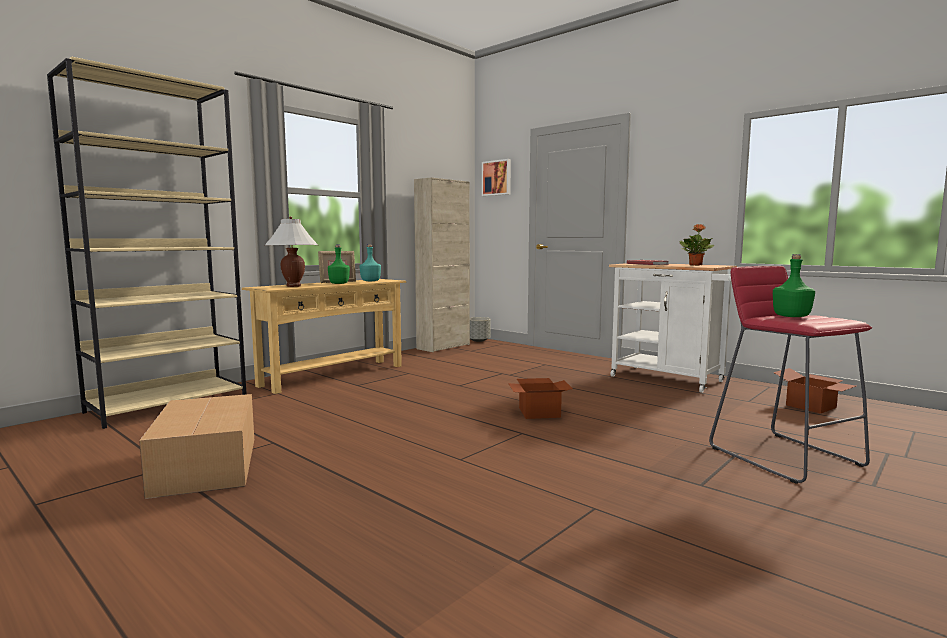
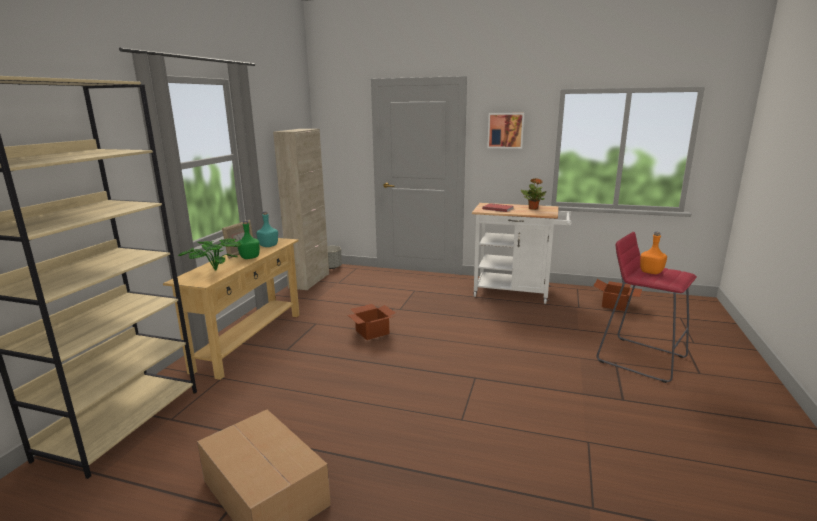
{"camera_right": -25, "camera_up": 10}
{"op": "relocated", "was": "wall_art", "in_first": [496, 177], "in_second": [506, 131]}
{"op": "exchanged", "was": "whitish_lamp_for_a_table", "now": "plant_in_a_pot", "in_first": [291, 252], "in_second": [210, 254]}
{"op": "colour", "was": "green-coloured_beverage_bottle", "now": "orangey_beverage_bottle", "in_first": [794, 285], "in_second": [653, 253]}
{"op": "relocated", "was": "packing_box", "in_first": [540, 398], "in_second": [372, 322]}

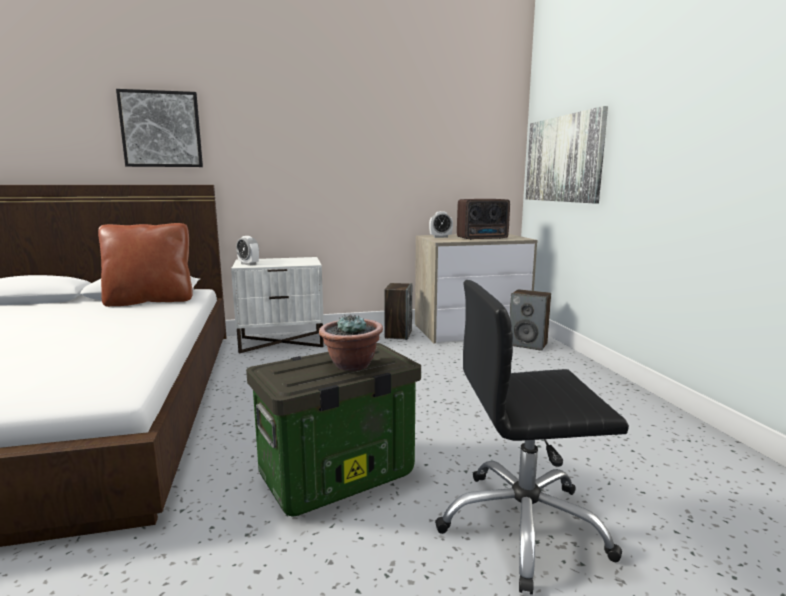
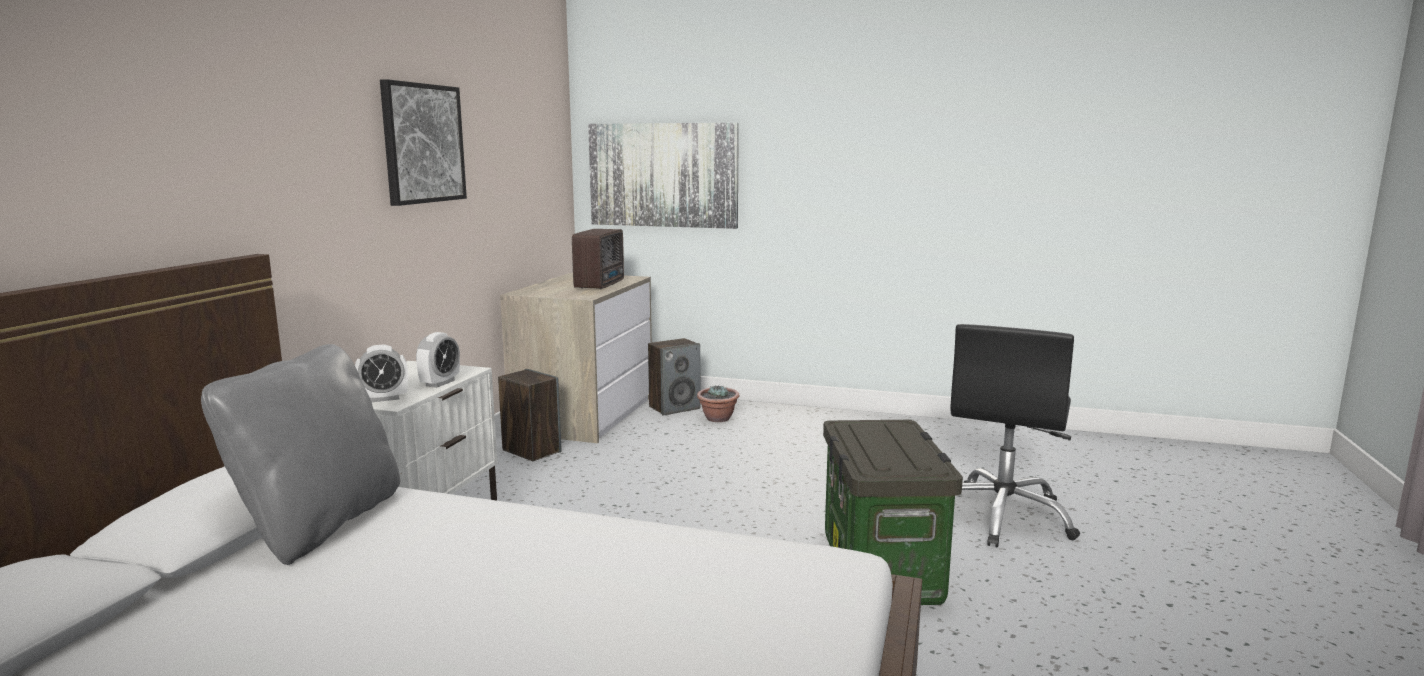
{"camera_right": -60, "camera_up": 0}
{"op": "relocated", "was": "wall_art", "in_first": [159, 128], "in_second": [423, 142]}
{"op": "relocated", "was": "bedside_clock", "in_first": [441, 224], "in_second": [438, 360]}
{"op": "colour", "was": "brown_cushion", "now": "greyish_cushion", "in_first": [145, 265], "in_second": [300, 454]}
{"op": "relocated", "was": "plant_in_a_pot", "in_first": [351, 342], "in_second": [718, 403]}

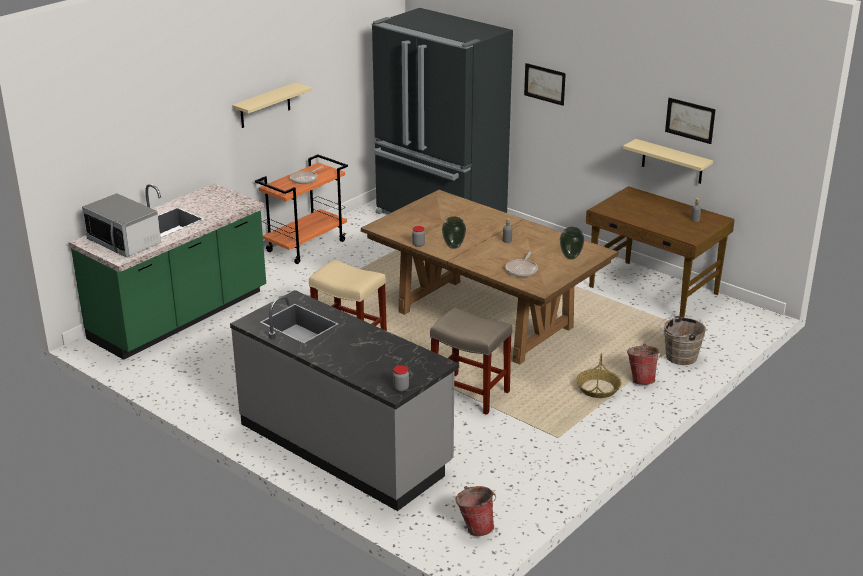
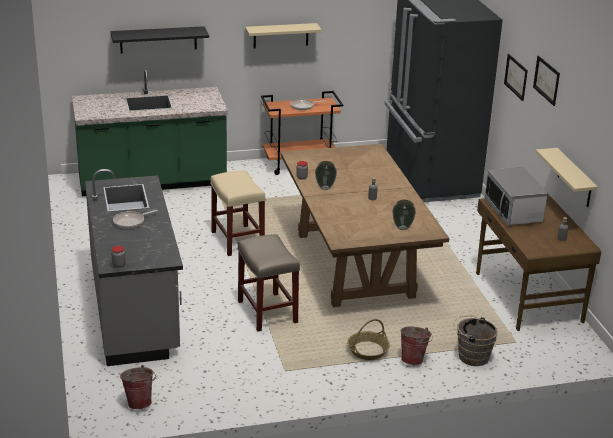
{"camera_right": 35, "camera_up": 0}
{"op": "relocated", "was": "wall_art", "in_first": [690, 121], "in_second": [546, 81]}
{"op": "relocated", "was": "microwave", "in_first": [121, 225], "in_second": [516, 196]}
{"op": "relocated", "was": "frying_pan", "in_first": [521, 264], "in_second": [135, 219]}
{"op": "appeared", "now": "black-coloured_wall_shelf", "in_second": [159, 39]}

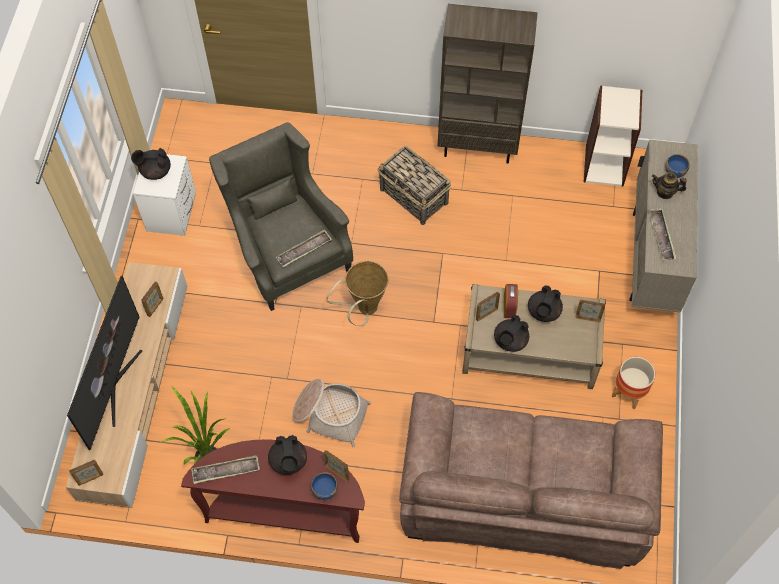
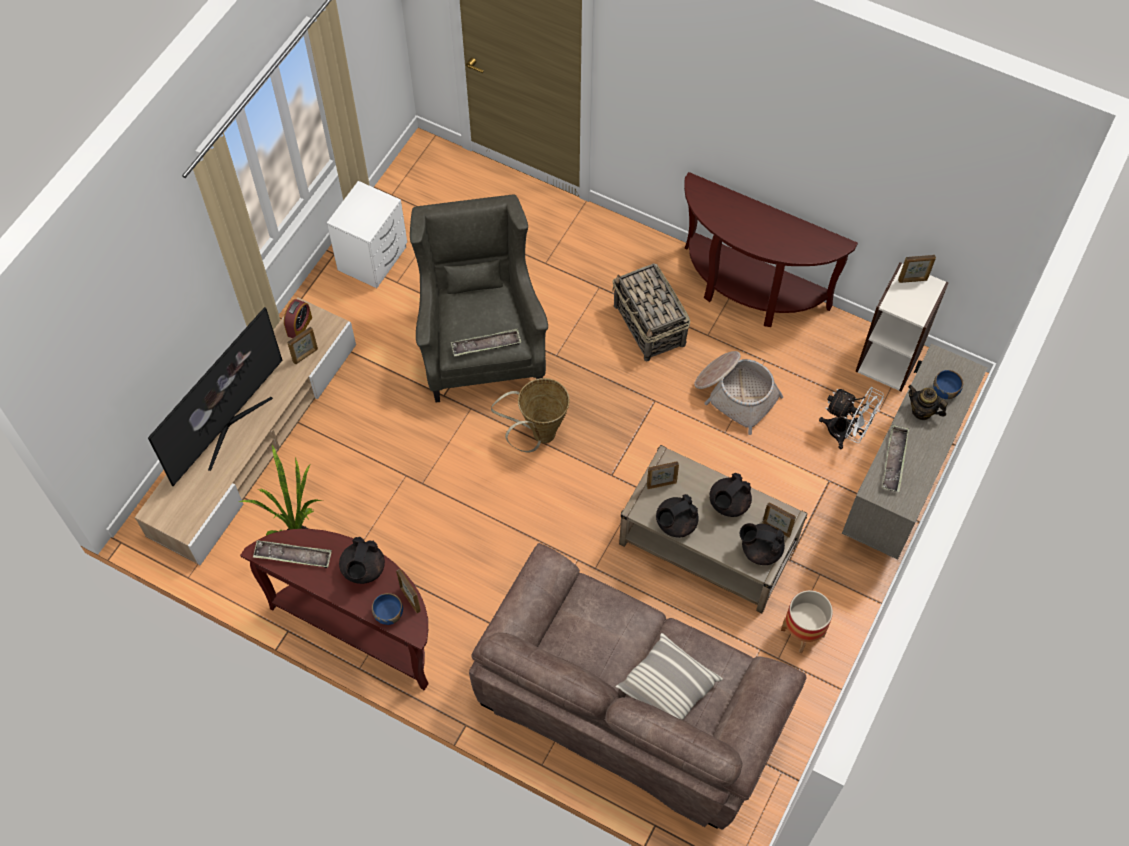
{"camera_right": 20, "camera_up": 0}
{"op": "exchanged", "was": "brown_shelving_unit", "now": "brown_console_table", "in_first": [488, 84], "in_second": [771, 249]}
{"op": "relocated", "was": "black-coloured_tea_pot", "in_first": [151, 164], "in_second": [762, 544]}
{"op": "relocated", "was": "bedside_clock", "in_first": [511, 301], "in_second": [298, 318]}
{"op": "relocated", "was": "storage_basket", "in_first": [331, 413], "in_second": [738, 393]}
{"op": "relocated", "was": "photo_frame", "in_first": [86, 472], "in_second": [917, 269]}
{"op": "appeared", "now": "whitish_electric_fan", "in_second": [851, 418]}
{"op": "appeared", "now": "cushion", "in_second": [669, 676]}

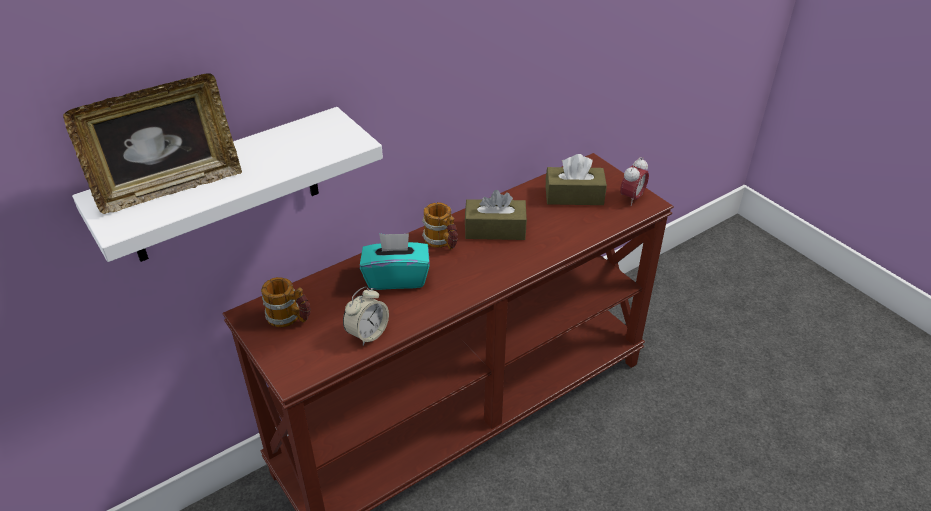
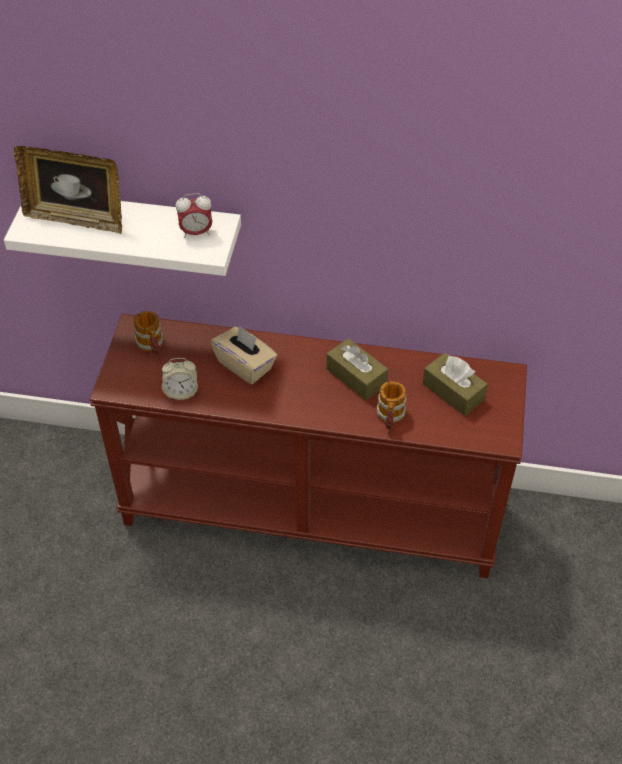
{"camera_right": 45, "camera_up": 10}
{"op": "relocated", "was": "bedside_clock", "in_first": [634, 181], "in_second": [194, 215]}
{"op": "relocated", "was": "tea_mug", "in_first": [440, 226], "in_second": [391, 405]}
{"op": "colour", "was": "turquoise_tissue_box", "now": "beige_tissue_box", "in_first": [395, 261], "in_second": [244, 355]}

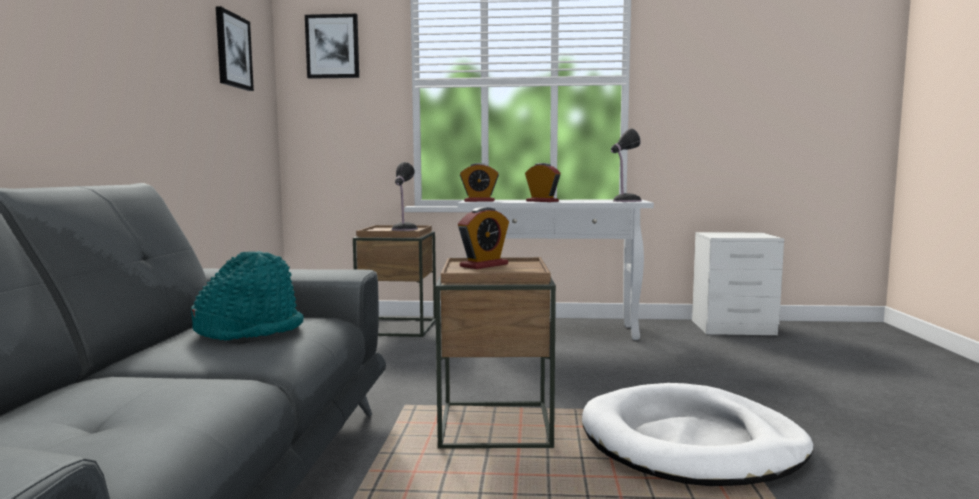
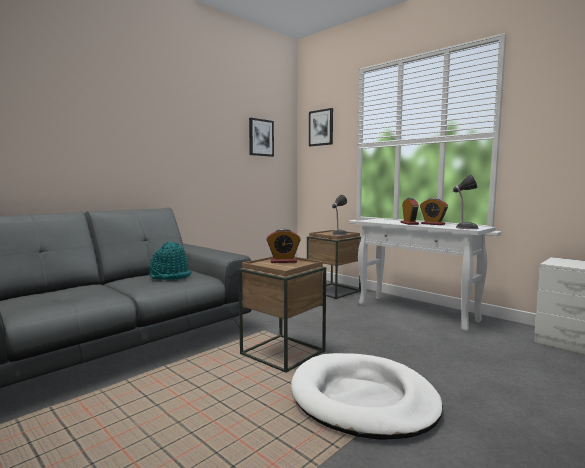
{"camera_right": 40, "camera_up": 0}
{"op": "relocated", "was": "bedside_clock", "in_first": [479, 182], "in_second": [434, 211]}

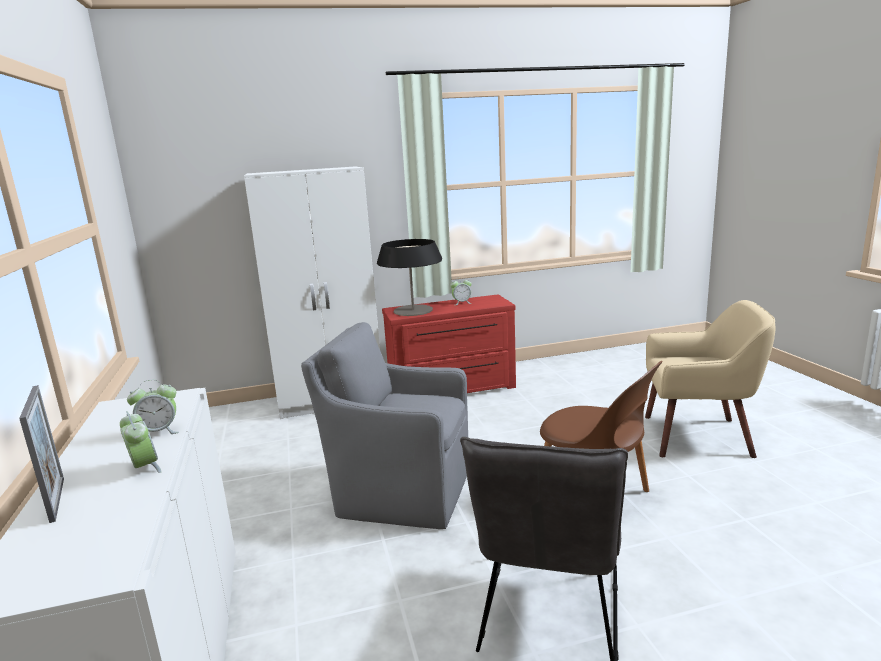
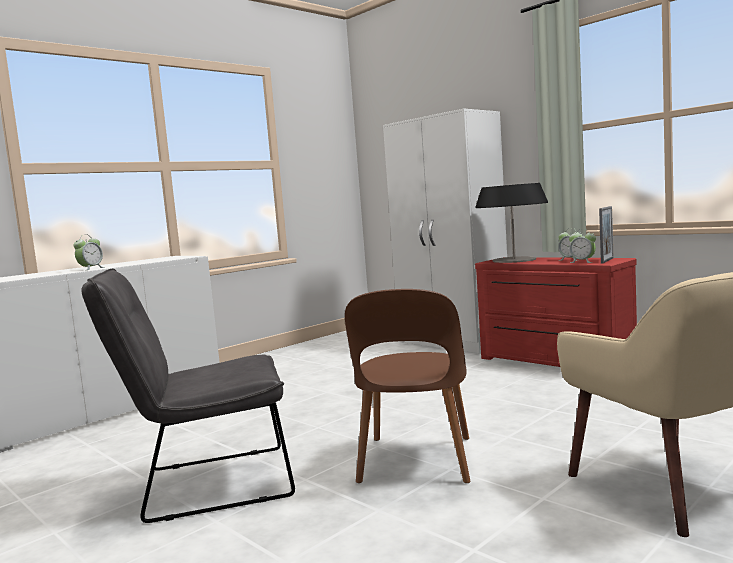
{"camera_right": 60, "camera_up": -10}
{"op": "missing", "was": "greyish_armchair", "in_first": [384, 425]}
{"op": "relocated", "was": "bedside_clock", "in_first": [153, 407], "in_second": [582, 246]}
{"op": "relocated", "was": "photo_frame", "in_first": [41, 454], "in_second": [606, 235]}

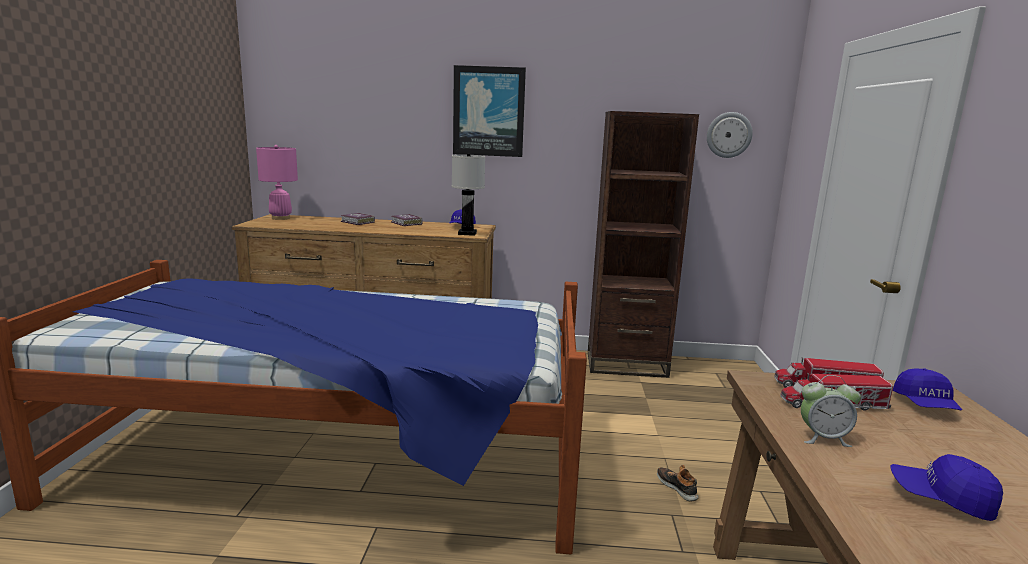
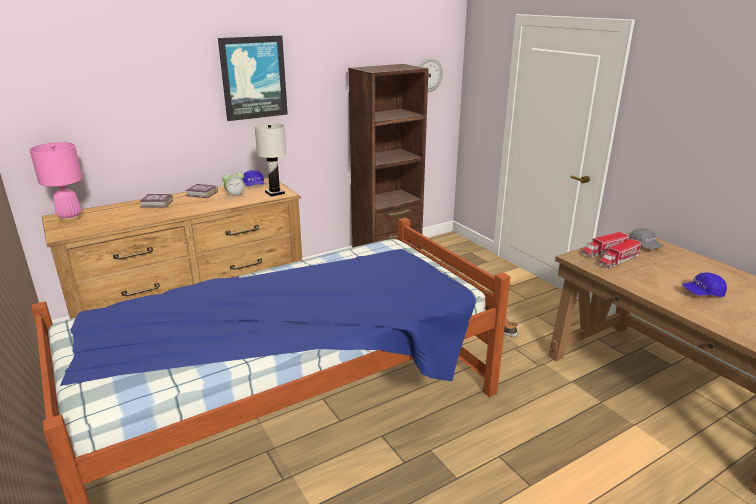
{"camera_right": -35, "camera_up": 10}
{"op": "colour", "was": "blue-coloured_cap", "now": "greyish_cap", "in_first": [927, 389], "in_second": [646, 238]}
{"op": "relocated", "was": "bedside_clock", "in_first": [831, 411], "in_second": [233, 184]}

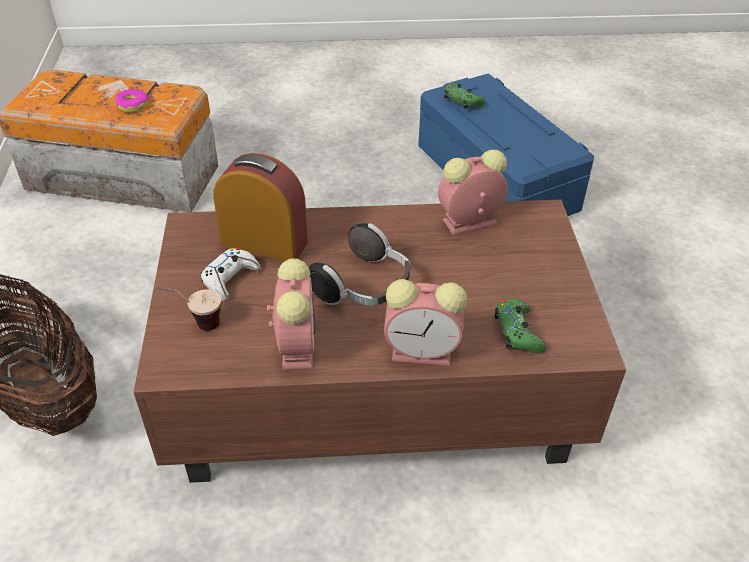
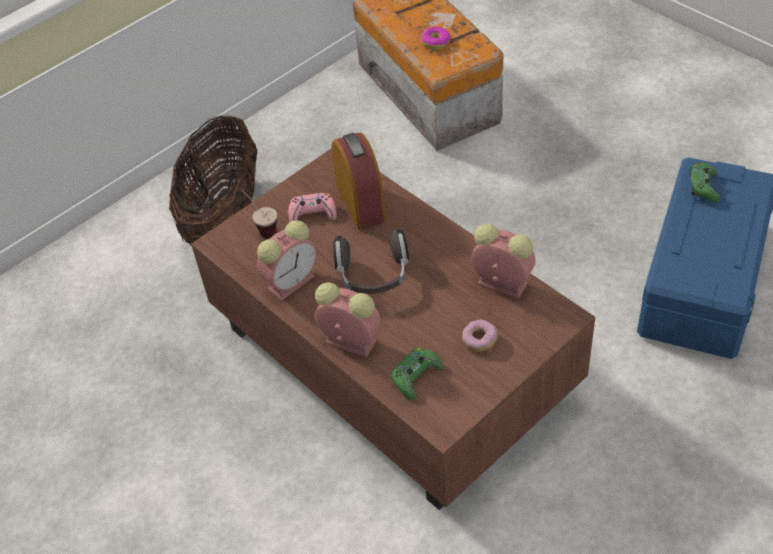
{"camera_right": 55, "camera_up": 5}
{"op": "colour", "was": "whitish_gamepad", "now": "pink_gamepad", "in_first": [230, 274], "in_second": [312, 207]}
{"op": "spun", "was": "bedside_clock", "in_first": [425, 322], "in_second": [347, 320], "clockwise": 150}
{"op": "appeared", "now": "doughnut", "in_second": [480, 336]}

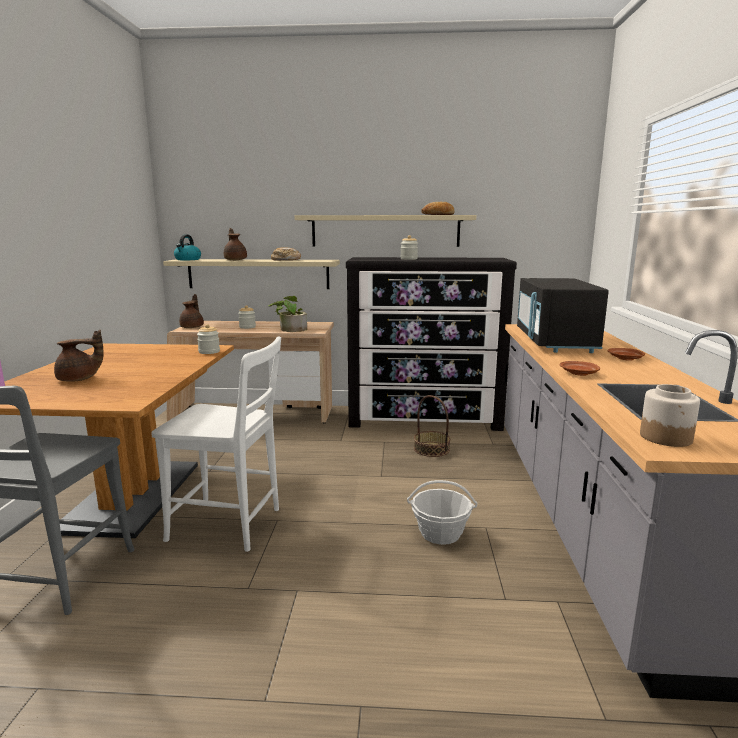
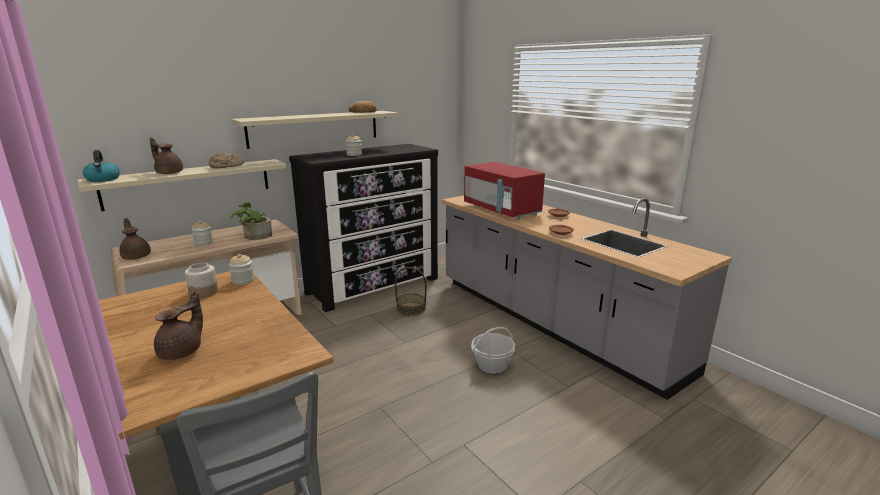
{"camera_right": -40, "camera_up": 5}
{"op": "colour", "was": "black-coloured_microwave", "now": "reddish_microwave", "in_first": [563, 315], "in_second": [504, 190]}
{"op": "missing", "was": "whitish_chair", "in_first": [216, 444]}
{"op": "relocated", "was": "storage_jar", "in_first": [670, 415], "in_second": [201, 280]}

